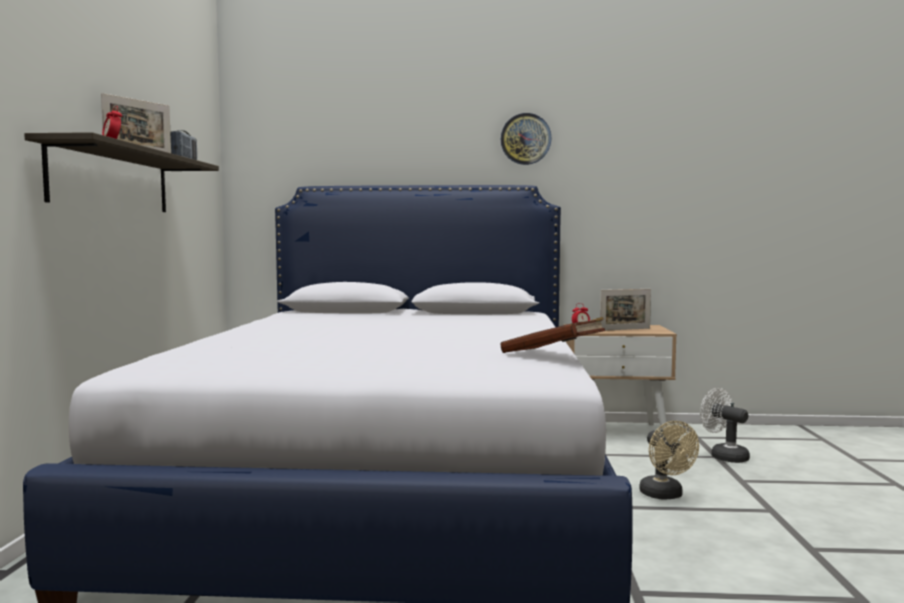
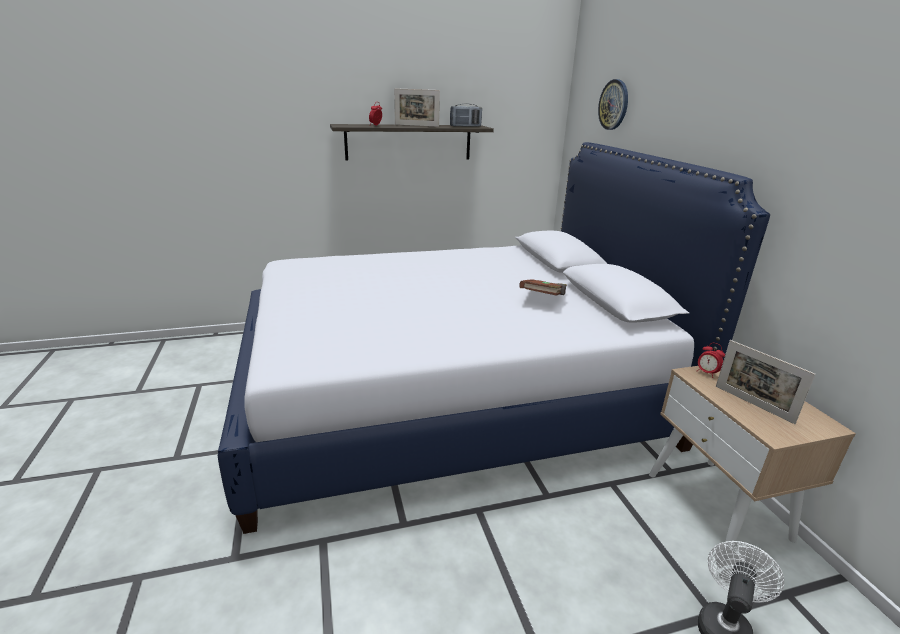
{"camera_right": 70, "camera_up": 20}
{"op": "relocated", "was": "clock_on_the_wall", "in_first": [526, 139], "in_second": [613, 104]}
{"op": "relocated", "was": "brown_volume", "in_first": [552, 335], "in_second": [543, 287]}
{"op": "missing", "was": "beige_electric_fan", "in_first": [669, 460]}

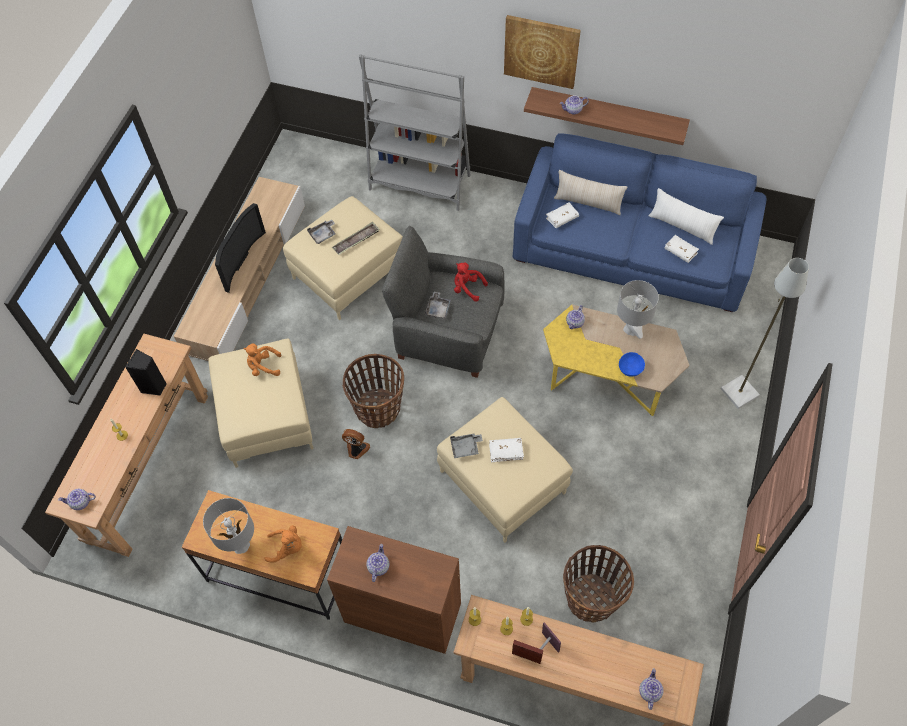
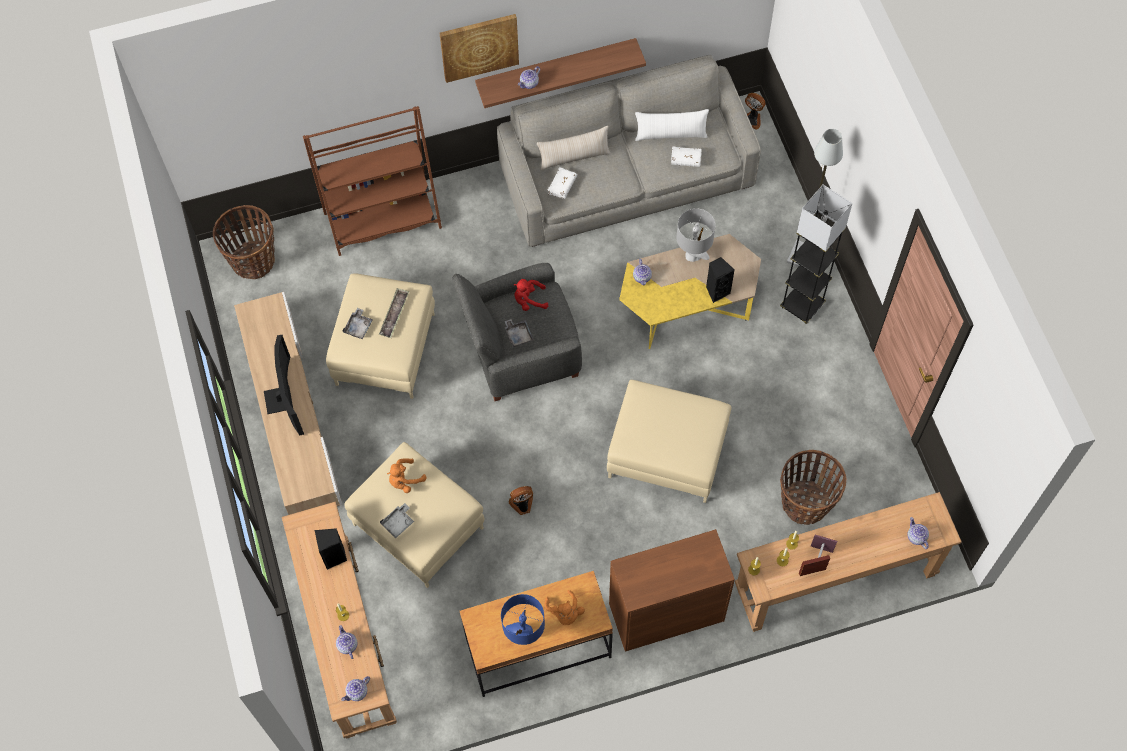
{"camera_right": -35, "camera_up": 5}
{"op": "colour", "was": "greyish_shelving_unit", "now": "brown_shelving_unit", "in_first": [414, 132], "in_second": [372, 181]}
{"op": "colour", "was": "blue-coloured_settee", "now": "greyish_settee", "in_first": [639, 222], "in_second": [629, 151]}
{"op": "exchanged", "was": "blue-coloured_bowl", "now": "black-coloured_audio_speaker", "in_first": [632, 364], "in_second": [720, 280]}
{"op": "relocated", "was": "storage_basket", "in_first": [373, 391], "in_second": [244, 242]}
{"op": "relocated", "was": "greyish_carrying_tray", "in_first": [466, 446], "in_second": [397, 520]}
{"op": "missing", "was": "whitish_volume", "in_first": [506, 450]}
{"op": "colour", "was": "greyish_lamp_for_a_table", "now": "blue-coloured_lamp_for_a_table", "in_first": [228, 526], "in_second": [523, 619]}
{"op": "spun", "was": "orangey_cuddly_toy", "in_first": [283, 544], "in_second": [565, 607], "clockwise": 105}
{"op": "relocated", "was": "tea_pot", "in_first": [377, 563], "in_second": [346, 642]}
{"op": "appeared", "now": "electric_fan", "in_second": [755, 111]}
{"op": "appeared", "now": "greyish_standard_lamp", "in_second": [816, 254]}

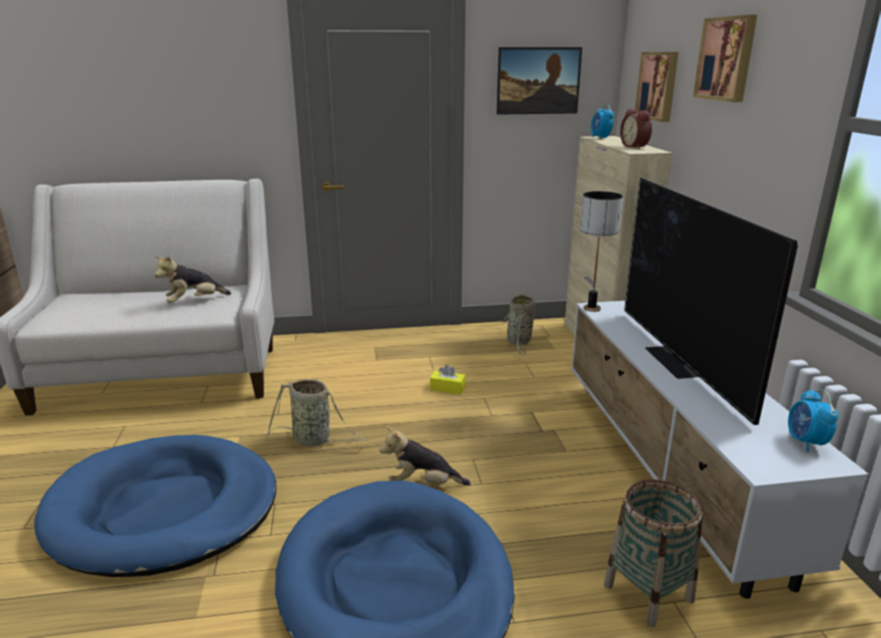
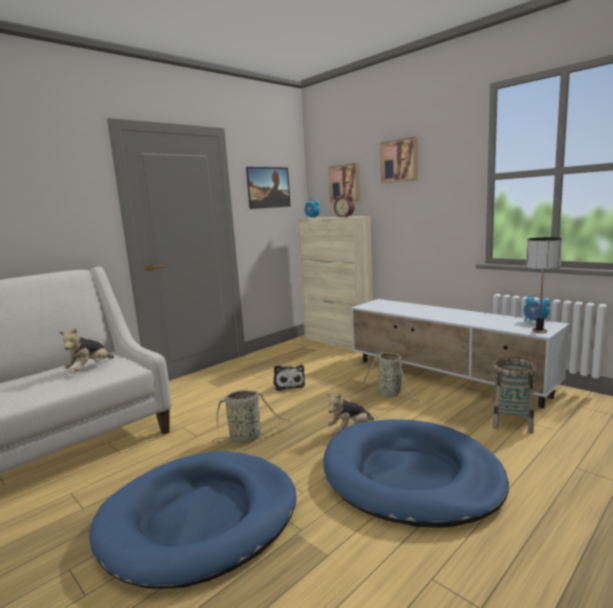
{"camera_right": -35, "camera_up": -10}
{"op": "missing", "was": "TV", "in_first": [711, 301]}
{"op": "relocated", "was": "lamp_for_a_table", "in_first": [601, 251], "in_second": [544, 285]}
{"op": "relocated", "was": "storage_basket", "in_first": [518, 324], "in_second": [391, 377]}
{"op": "exchanged", "was": "yellow-coloured_tissue_box", "now": "cuddly_toy", "in_first": [448, 379], "in_second": [289, 378]}

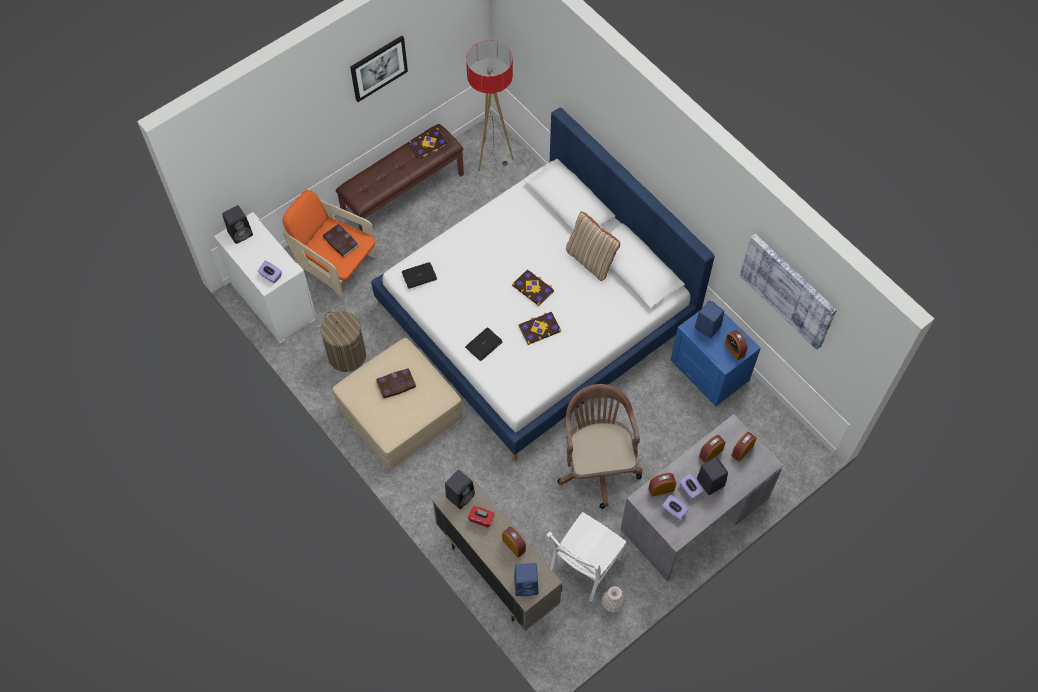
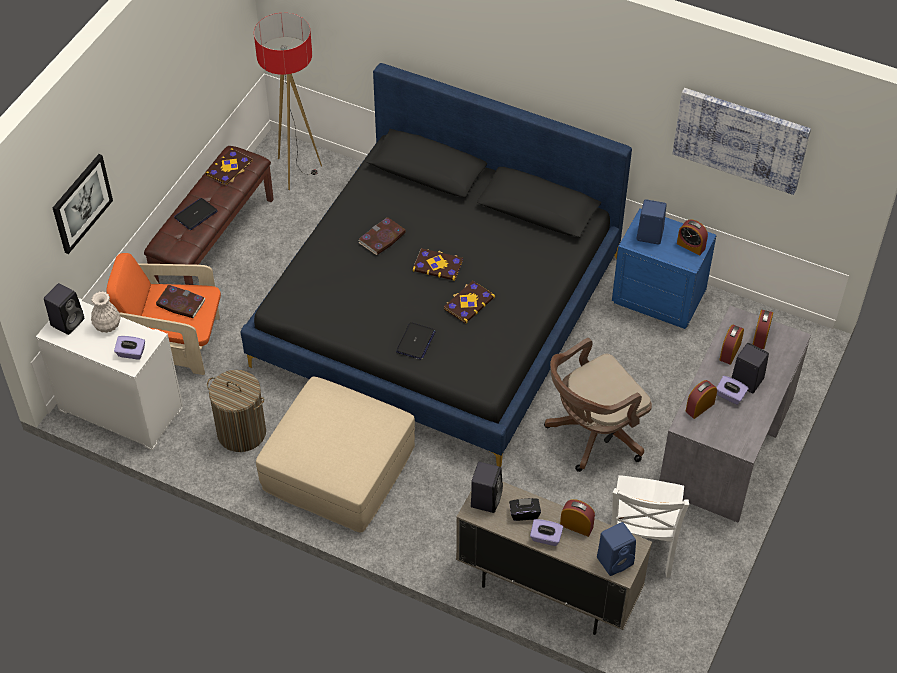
{"camera_right": -25, "camera_up": -10}
{"op": "relocated", "was": "wall_art", "in_first": [379, 69], "in_second": [83, 204]}
{"op": "colour", "was": "whitish_sleeping_bed", "now": "black-coloured_sleeping_bed", "in_first": [543, 284], "in_second": [436, 265]}
{"op": "missing", "was": "beige_cushion", "in_first": [593, 246]}
{"op": "relocated", "was": "portable_computer", "in_first": [419, 275], "in_second": [196, 214]}
{"op": "relocated", "was": "volume", "in_first": [395, 383], "in_second": [382, 236]}
{"op": "spun", "was": "brown_office_chair", "in_first": [599, 446], "in_second": [598, 405], "clockwise": -90}
{"op": "relocated", "was": "purplish_tissue_box", "in_first": [675, 507], "in_second": [546, 532]}
{"op": "colour", "was": "reddish_tissue_box", "now": "black-coloured_tissue_box", "in_first": [481, 516], "in_second": [525, 509]}
{"op": "relocated", "was": "whitish_flower_vase", "in_first": [613, 599], "in_second": [105, 312]}

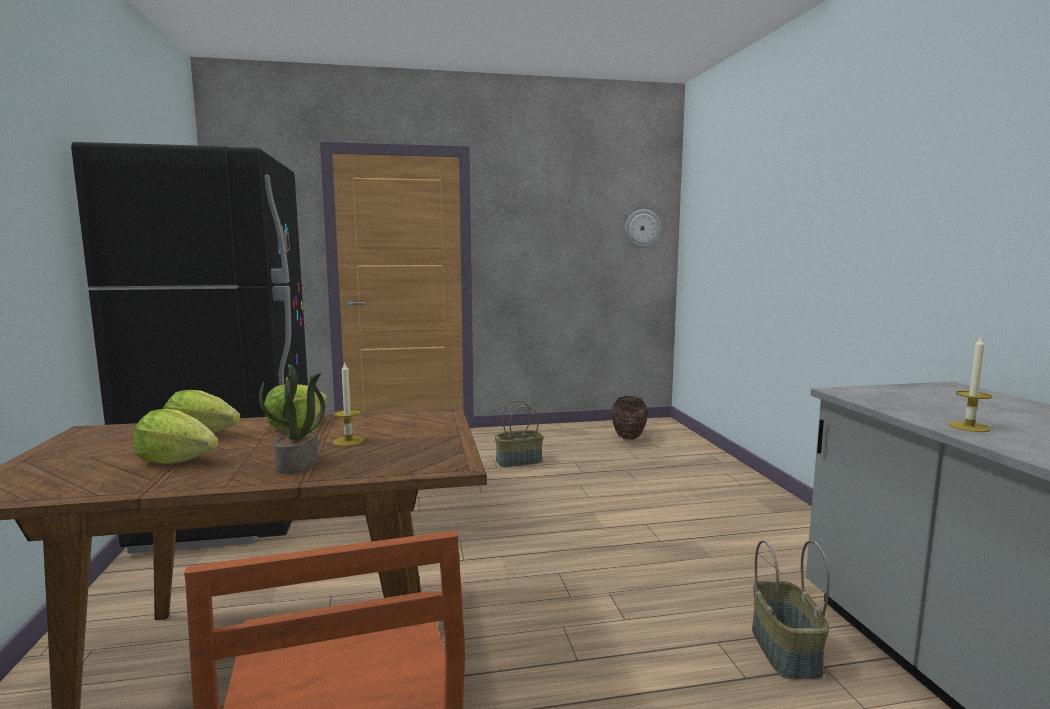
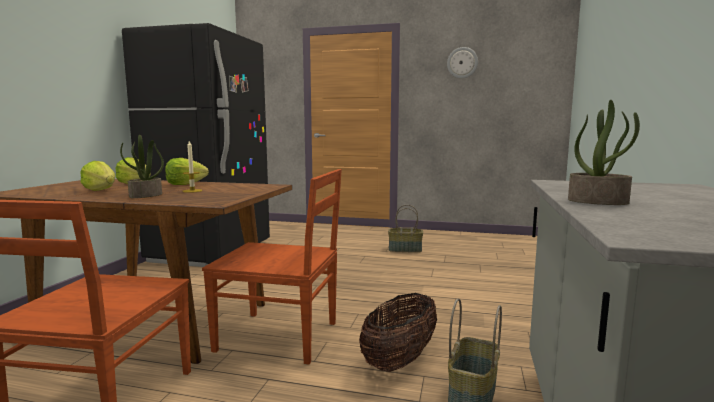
{"camera_right": 25, "camera_up": 0}
{"op": "relocated", "was": "clock_on_the_wall", "in_first": [643, 228], "in_second": [462, 63]}
{"op": "exchanged", "was": "candle", "now": "plant_in_a_pot", "in_first": [970, 384], "in_second": [604, 152]}
{"op": "relocated", "was": "storage_basket", "in_first": [629, 418], "in_second": [398, 332]}
{"op": "appeared", "now": "brown_chair", "in_second": [272, 266]}

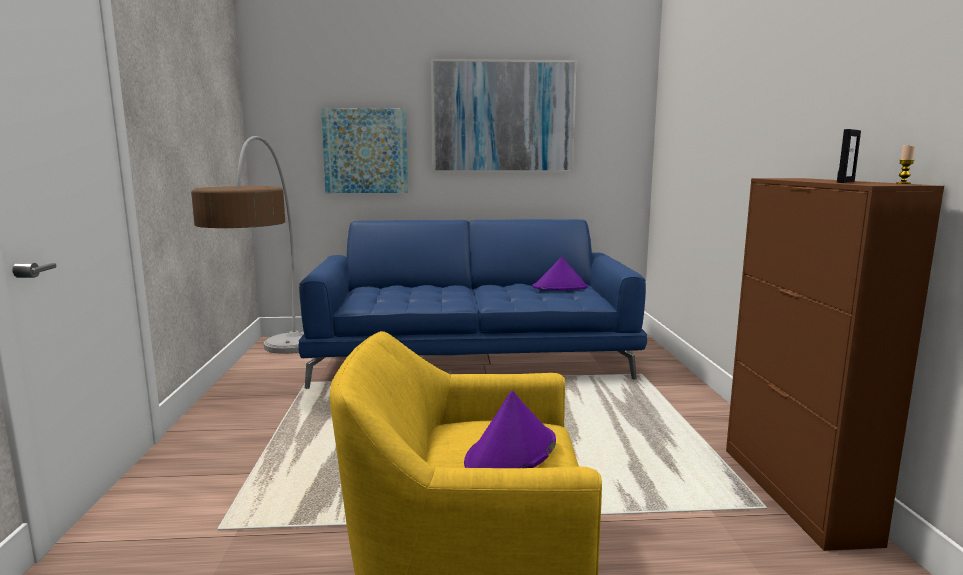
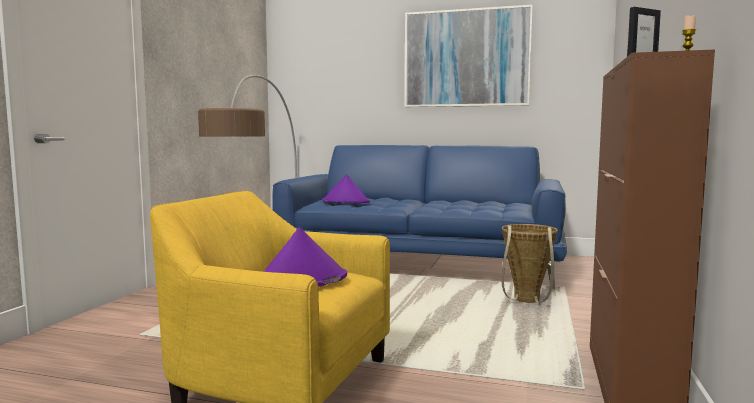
{"camera_right": 20, "camera_up": -5}
{"op": "missing", "was": "wall_art", "in_first": [364, 150]}
{"op": "relocated", "was": "purplish_wearable_hat", "in_first": [560, 273], "in_second": [346, 188]}
{"op": "appeared", "now": "storage_basket", "in_second": [529, 263]}

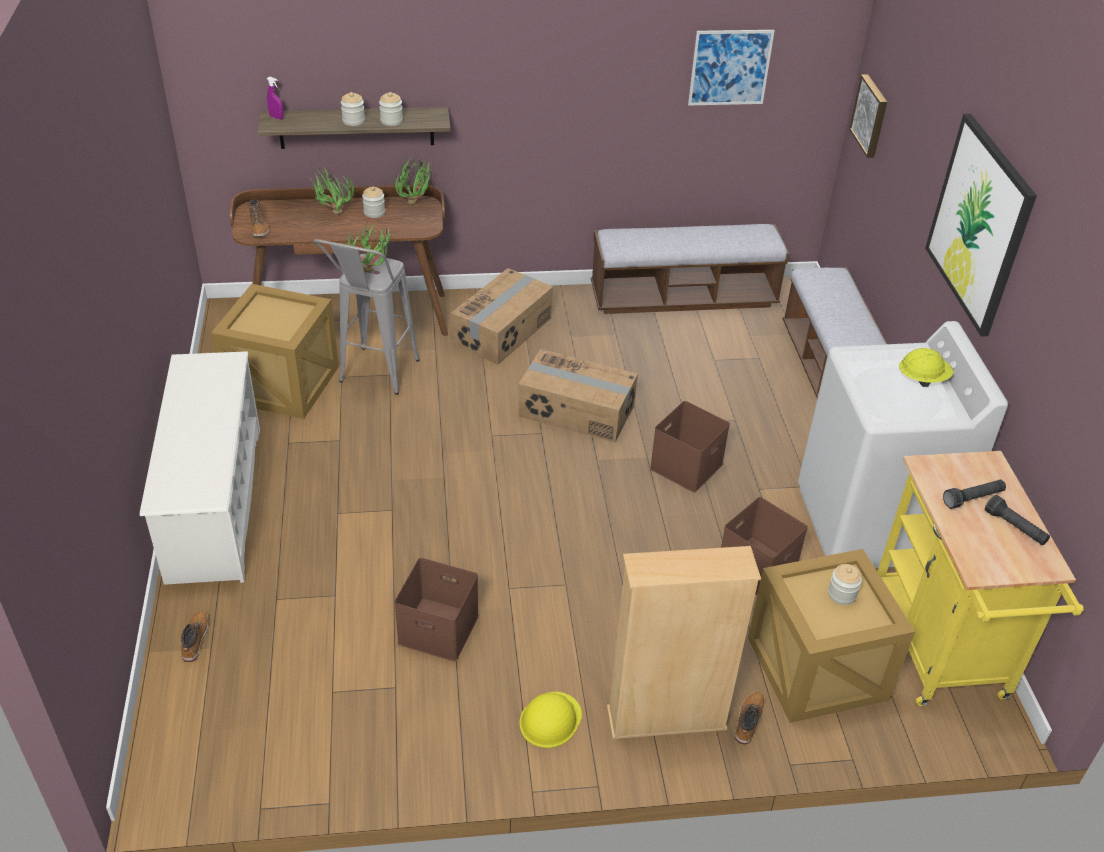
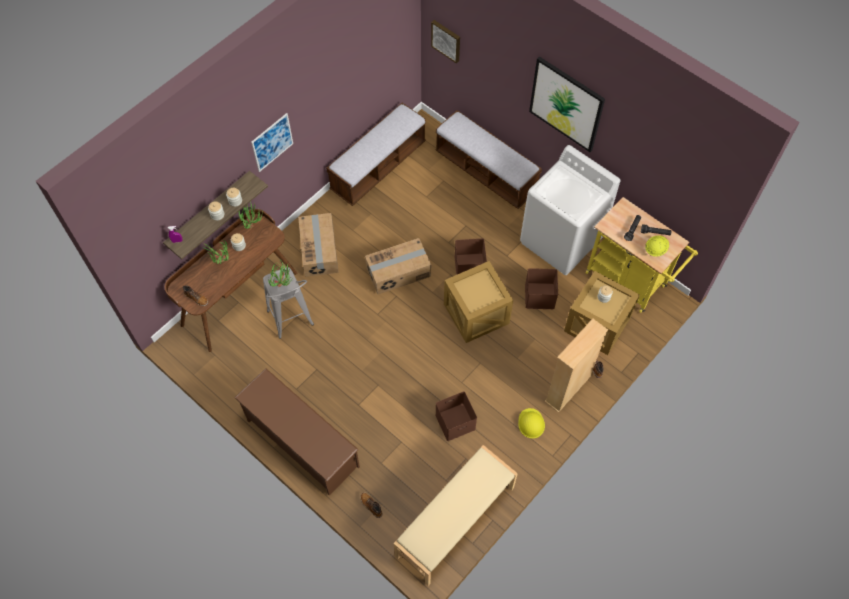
{"camera_right": -40, "camera_up": 20}
{"op": "relocated", "was": "wall_art", "in_first": [731, 68], "in_second": [272, 142]}
{"op": "relocated", "was": "packing_crate", "in_first": [275, 351], "in_second": [478, 302]}
{"op": "relocated", "was": "yellow-coloured_work_helmet", "in_first": [926, 367], "in_second": [657, 246]}
{"op": "colour", "was": "whitish_shoe_shelf", "now": "brown_shoe_shelf", "in_first": [200, 468], "in_second": [297, 432]}
{"op": "appeared", "now": "beige_long_seat", "in_second": [456, 515]}

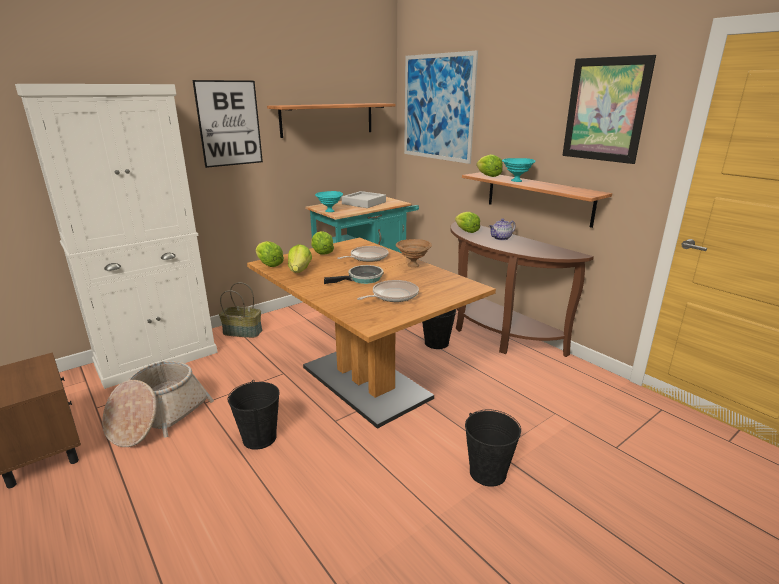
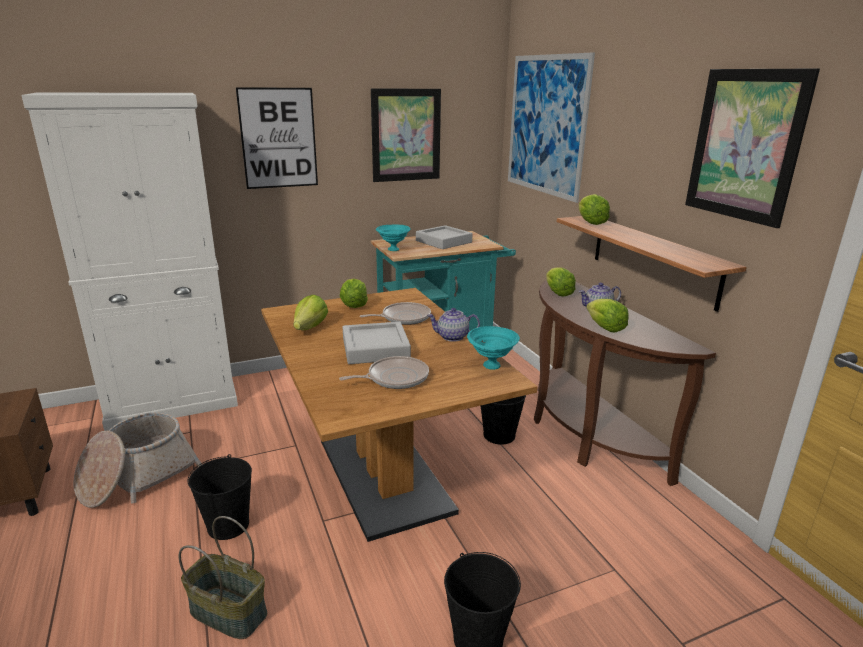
{"camera_right": 15, "camera_up": 0}
{"op": "exchanged", "was": "wall_shelf", "now": "wall_art", "in_first": [331, 120], "in_second": [406, 135]}
{"op": "relocated", "was": "turquoise_bowl", "in_first": [519, 170], "in_second": [493, 348]}
{"op": "exchanged", "was": "brown_bowl", "now": "tea_pot", "in_first": [414, 253], "in_second": [453, 325]}
{"op": "relocated", "was": "lettuce", "in_first": [270, 254], "in_second": [607, 315]}
{"op": "exchanged", "was": "frying_pan", "now": "greyish_carrying_tray", "in_first": [353, 274], "in_second": [377, 343]}
{"op": "relocated", "was": "storage_basket", "in_first": [240, 310], "in_second": [223, 577]}

